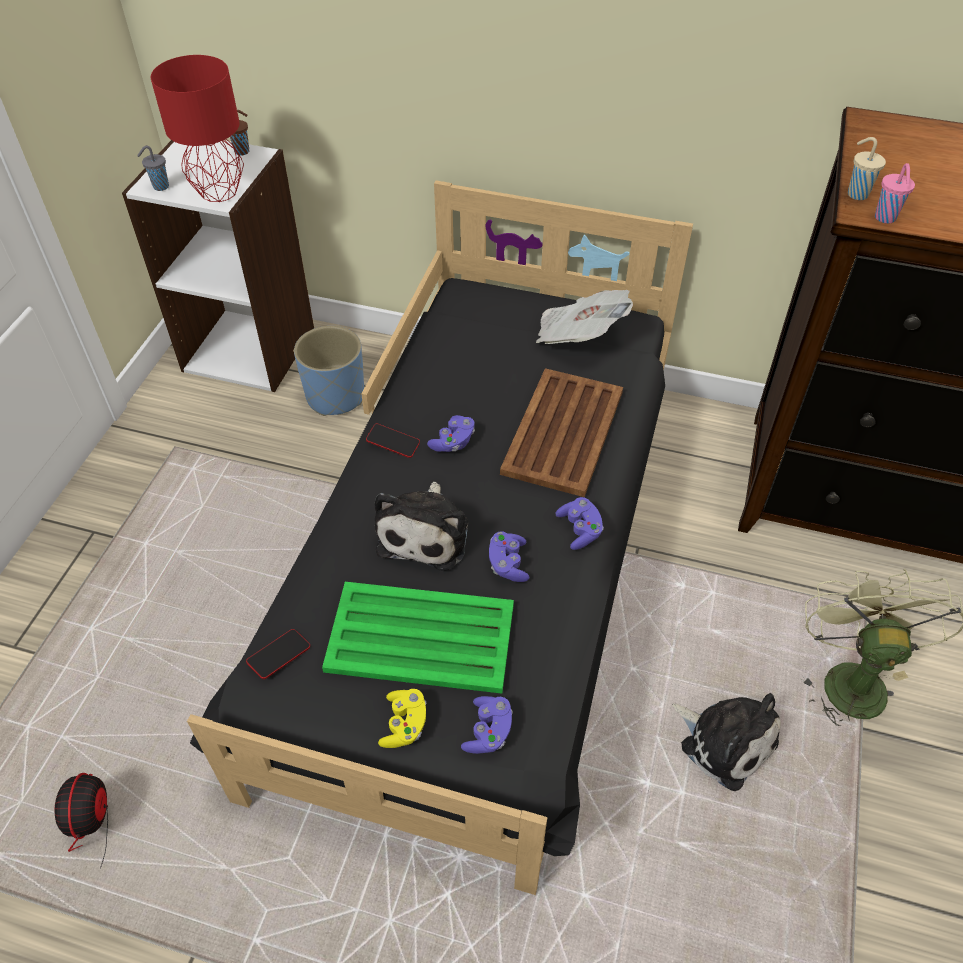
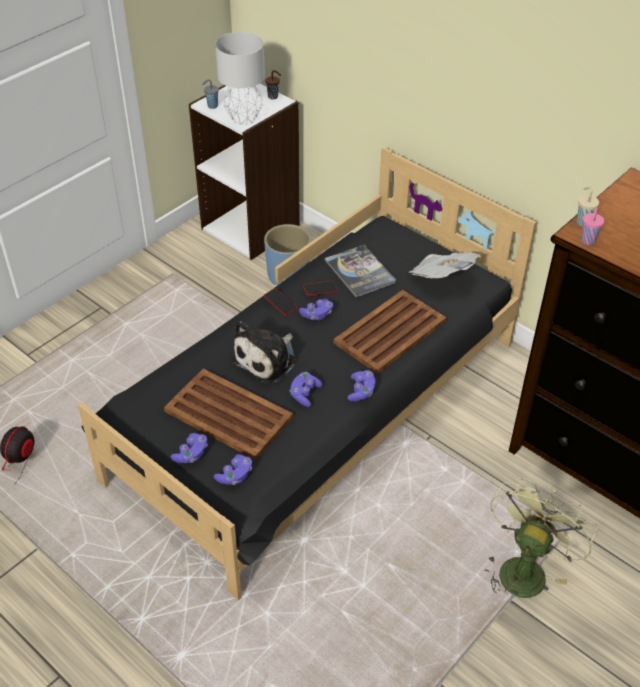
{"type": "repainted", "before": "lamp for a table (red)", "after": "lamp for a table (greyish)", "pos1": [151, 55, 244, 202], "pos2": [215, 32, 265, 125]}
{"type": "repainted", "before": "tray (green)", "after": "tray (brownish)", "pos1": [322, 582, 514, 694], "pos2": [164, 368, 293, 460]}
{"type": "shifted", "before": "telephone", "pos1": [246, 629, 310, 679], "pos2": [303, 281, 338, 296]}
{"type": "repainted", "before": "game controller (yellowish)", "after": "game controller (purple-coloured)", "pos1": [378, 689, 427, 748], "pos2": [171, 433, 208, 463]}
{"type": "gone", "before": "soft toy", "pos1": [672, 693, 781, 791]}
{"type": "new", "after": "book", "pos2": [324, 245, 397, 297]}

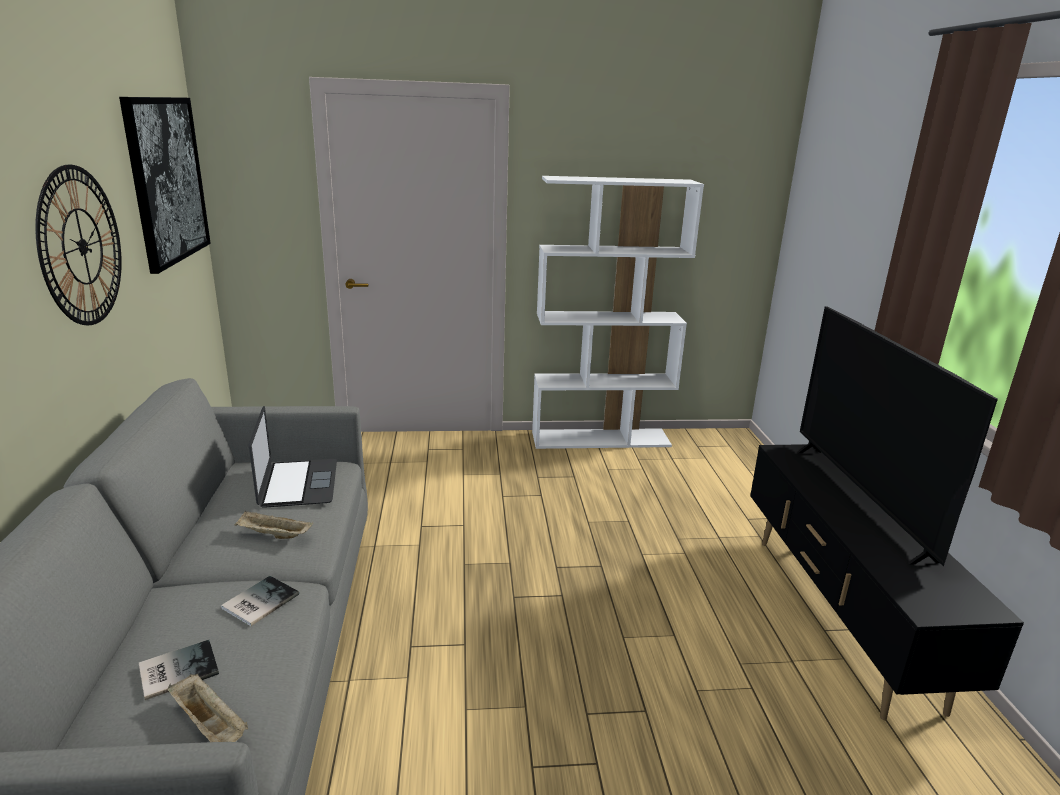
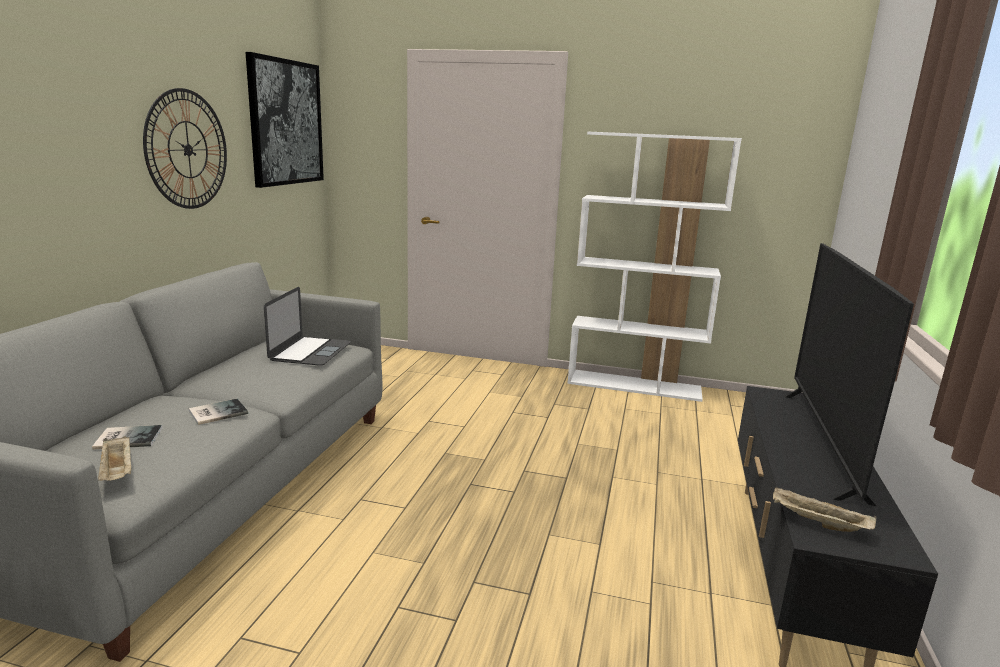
{"type": "shifted", "before": "tray (beige-coloured)", "pos1": [235, 511, 314, 539], "pos2": [773, 486, 877, 532]}

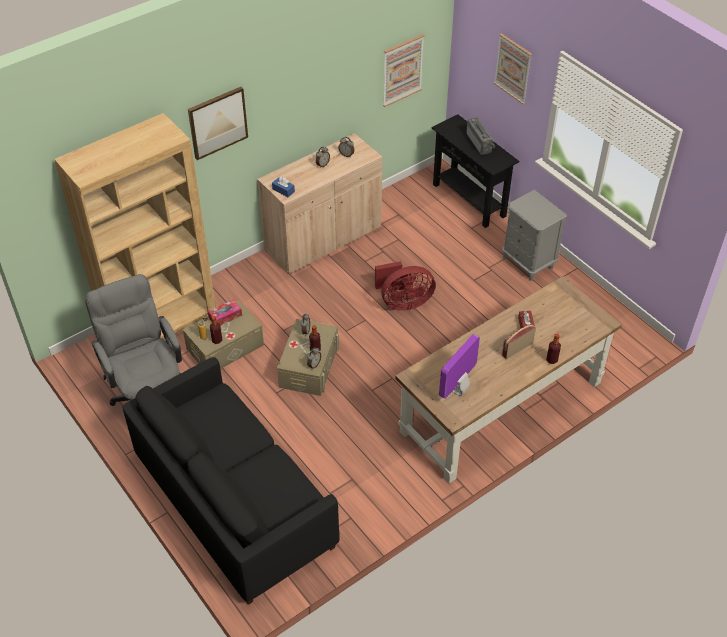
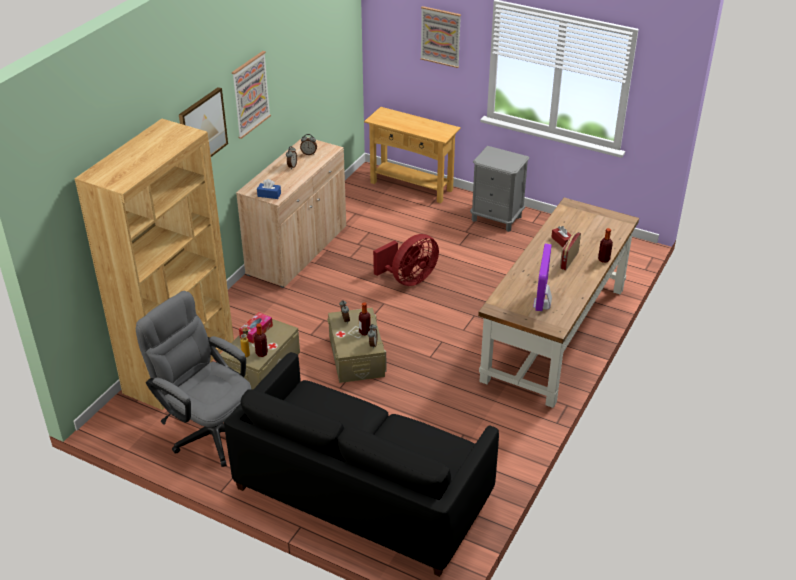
{"type": "shifted", "before": "wall art", "pos1": [383, 34, 425, 107], "pos2": [232, 51, 271, 139]}
{"type": "repainted", "before": "hall table (black)", "after": "hall table (beige-coloured)", "pos1": [431, 114, 519, 228], "pos2": [364, 107, 461, 203]}
{"type": "gone", "before": "radio set", "pos1": [466, 117, 495, 155]}

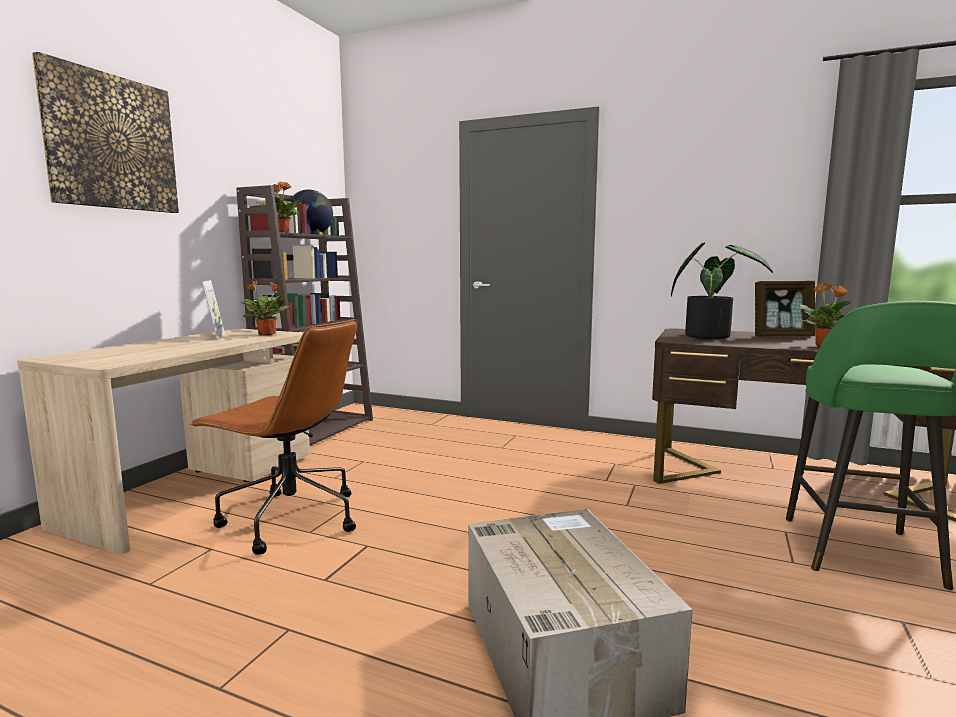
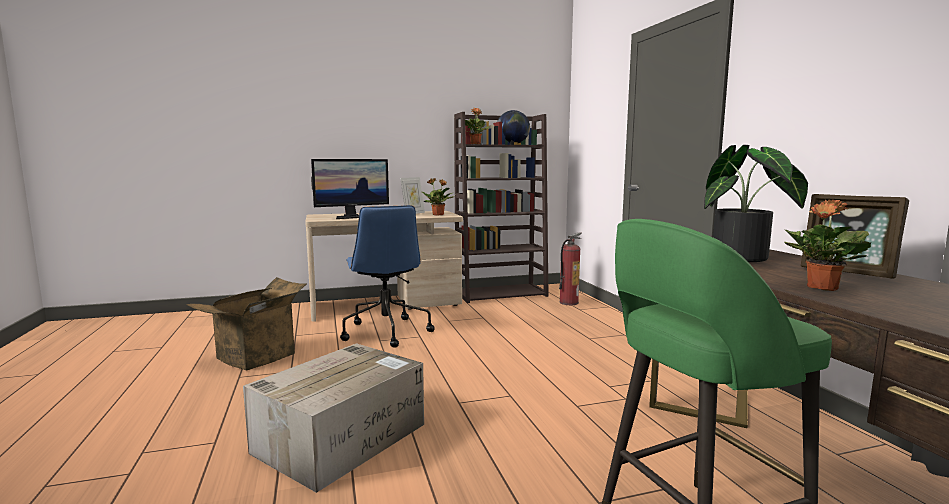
{"type": "gone", "before": "wall art", "pos1": [32, 52, 179, 213]}
{"type": "repainted", "before": "office chair (brownish)", "after": "office chair (blue-coloured)", "pos1": [189, 319, 357, 555], "pos2": [340, 205, 435, 347]}
{"type": "new", "after": "monitor", "pos2": [311, 159, 389, 219]}
{"type": "new", "after": "fire-fighting cylinder", "pos2": [559, 232, 582, 305]}
{"type": "new", "after": "carton", "pos2": [186, 277, 307, 370]}

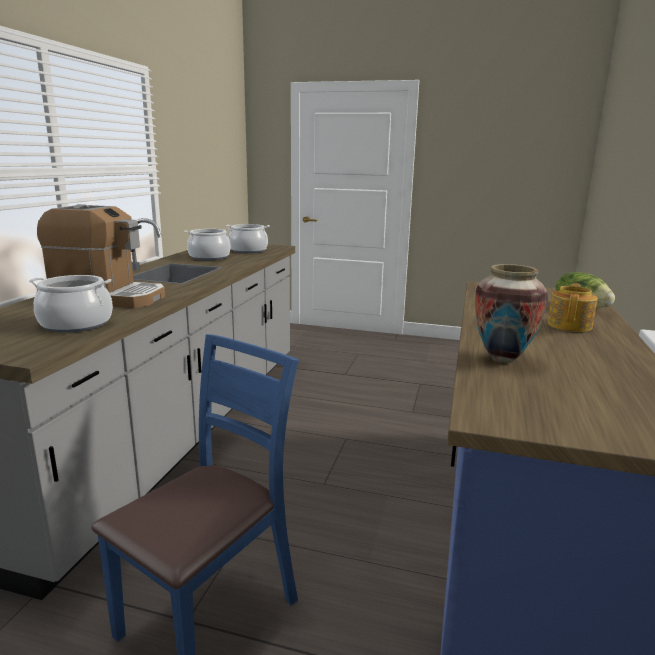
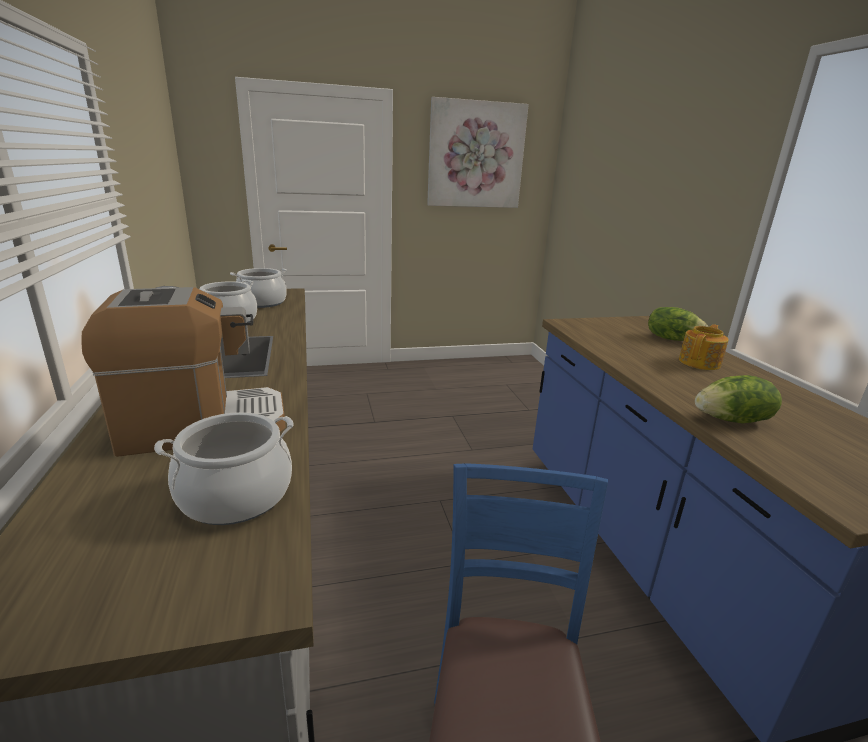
{"type": "swapped", "before": "decorative vase", "after": "lettuce", "pos1": [475, 264, 548, 363], "pos2": [695, 375, 782, 424]}
{"type": "rotated", "before": "pot for tea", "pos1": [547, 283, 598, 332], "pos2": [679, 324, 728, 370], "turn": 45}
{"type": "new", "after": "wall art", "pos2": [427, 97, 529, 208]}

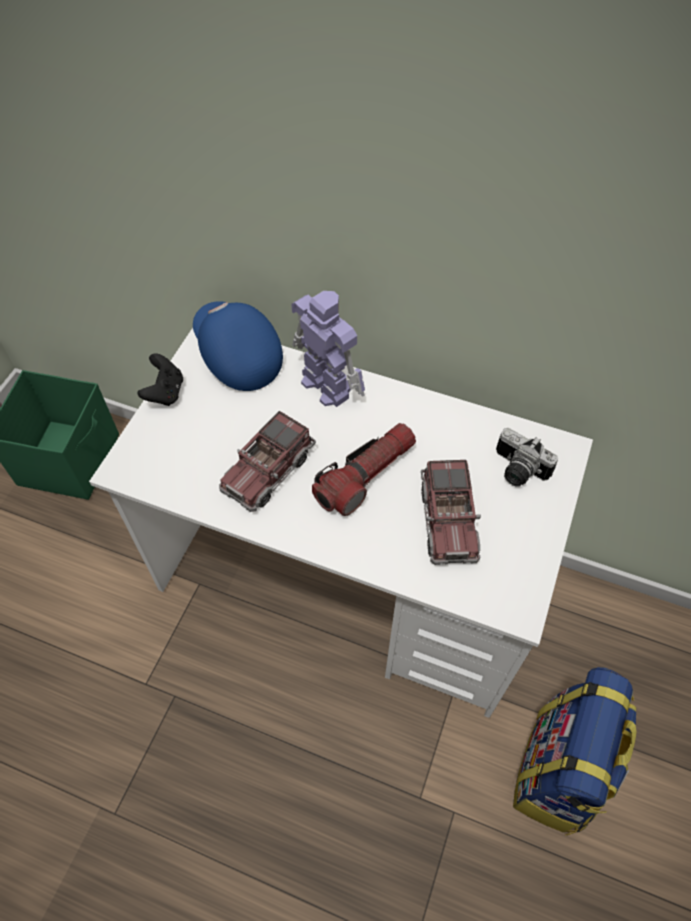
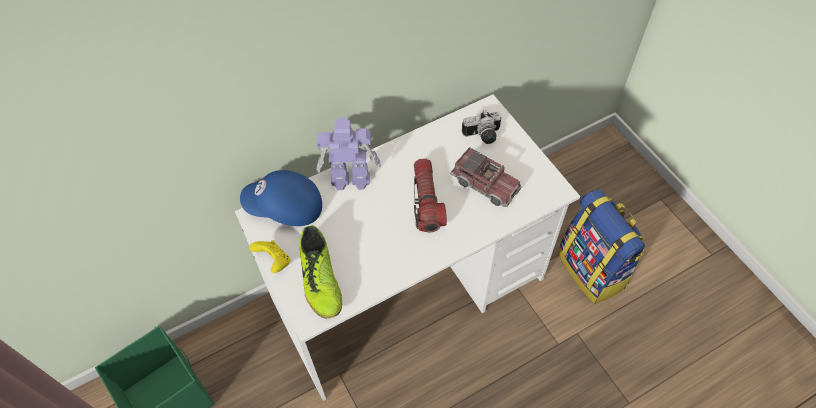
{"type": "repainted", "before": "game controller (black)", "after": "game controller (yellowish)", "pos1": [138, 353, 183, 406], "pos2": [249, 241, 290, 273]}
{"type": "gone", "before": "toy lorry", "pos1": [219, 411, 316, 512]}
{"type": "new", "after": "low shoe", "pos2": [300, 226, 342, 318]}

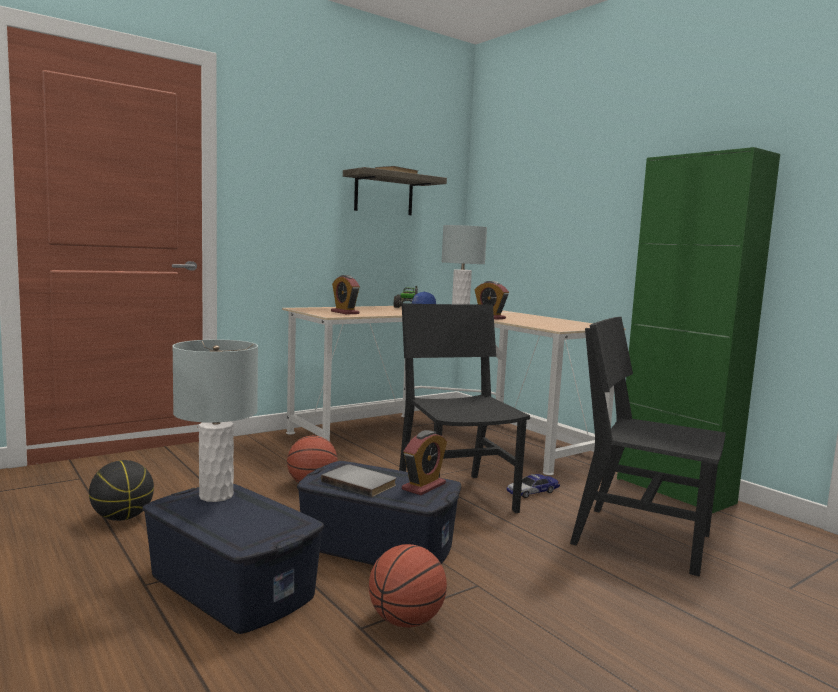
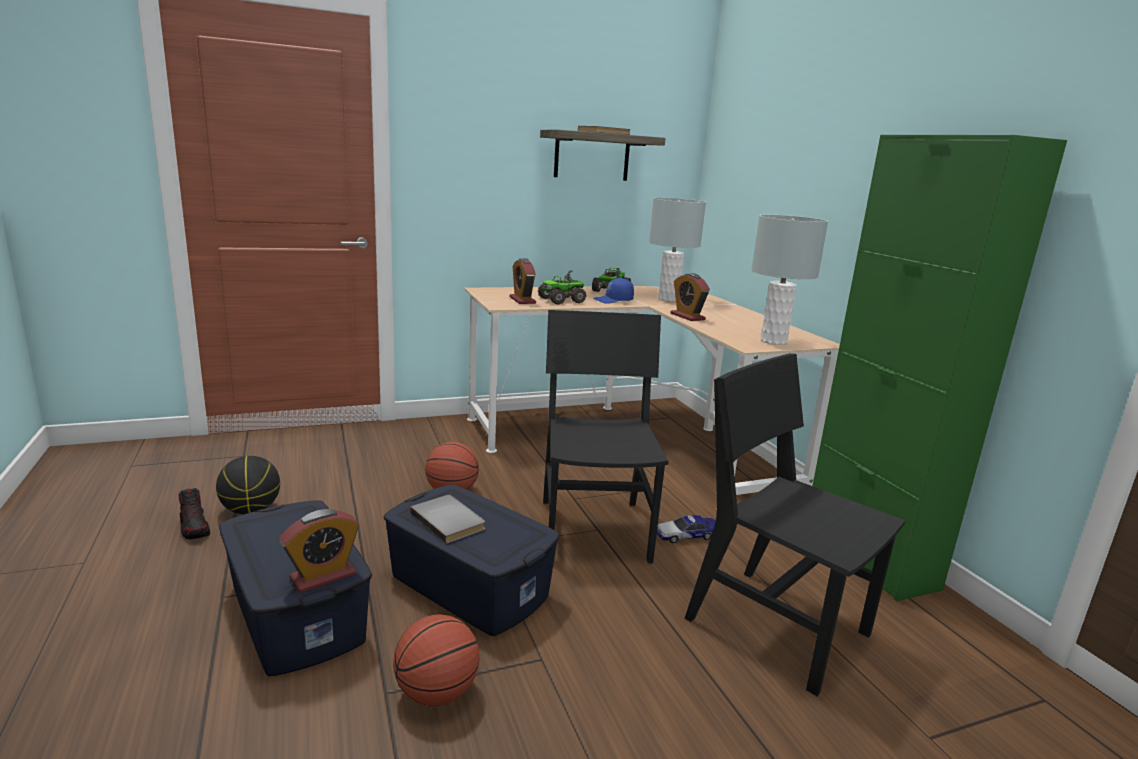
{"type": "shifted", "before": "lamp for a table (greyish)", "pos1": [172, 340, 258, 502], "pos2": [751, 215, 828, 345]}
{"type": "shifted", "before": "table clock", "pos1": [402, 430, 447, 495], "pos2": [279, 509, 359, 593]}
{"type": "new", "after": "toy lorry", "pos2": [538, 270, 586, 305]}
{"type": "new", "after": "low shoe", "pos2": [179, 488, 210, 539]}

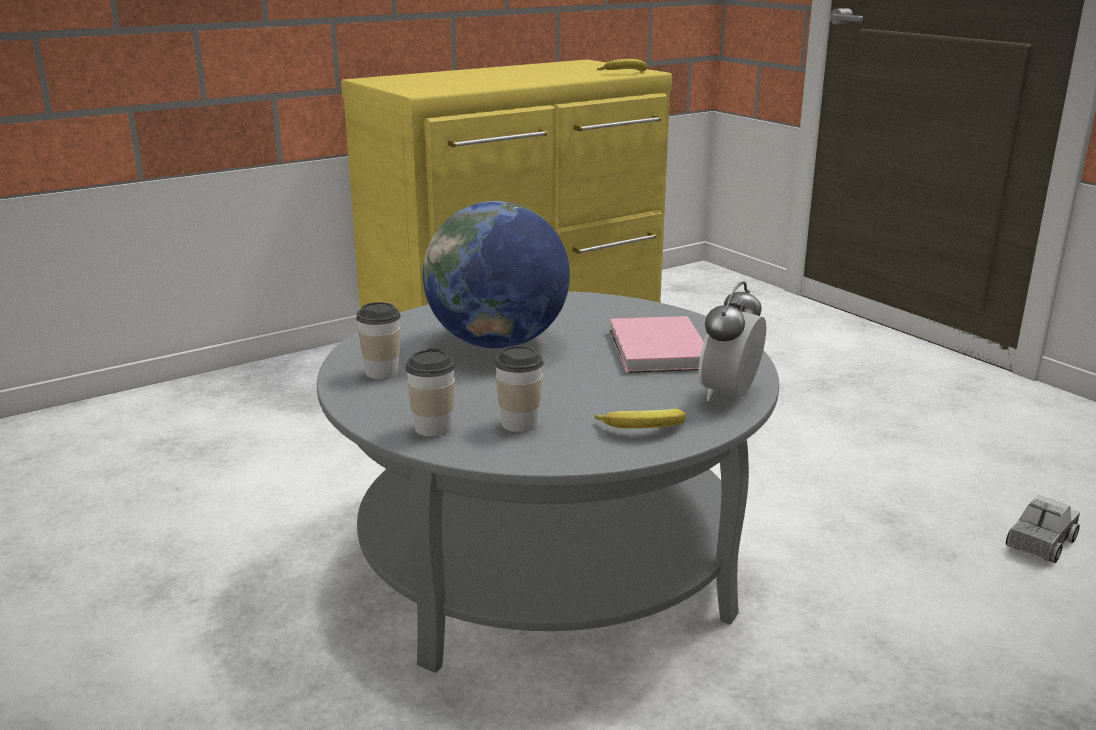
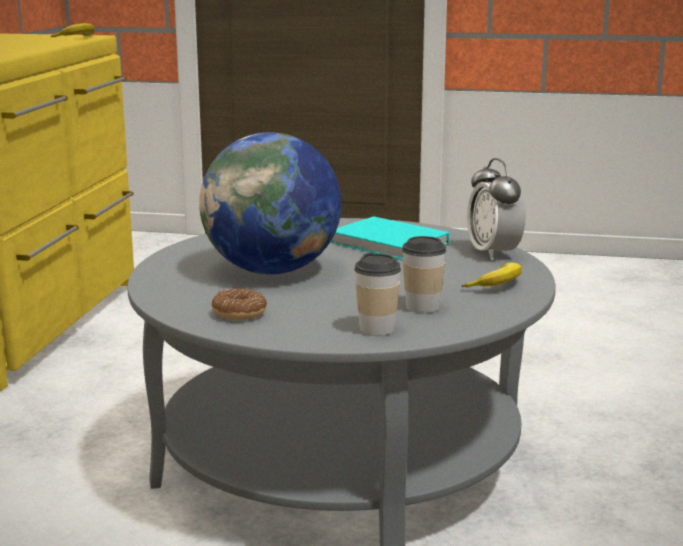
{"type": "swapped", "before": "drinking cup", "after": "ring doughnut", "pos1": [356, 302, 401, 379], "pos2": [212, 288, 267, 320]}
{"type": "repainted", "before": "book (pinkish)", "after": "book (blue-green)", "pos1": [609, 316, 704, 373], "pos2": [330, 216, 449, 260]}
{"type": "gone", "before": "toy lorry", "pos1": [1006, 495, 1080, 563]}

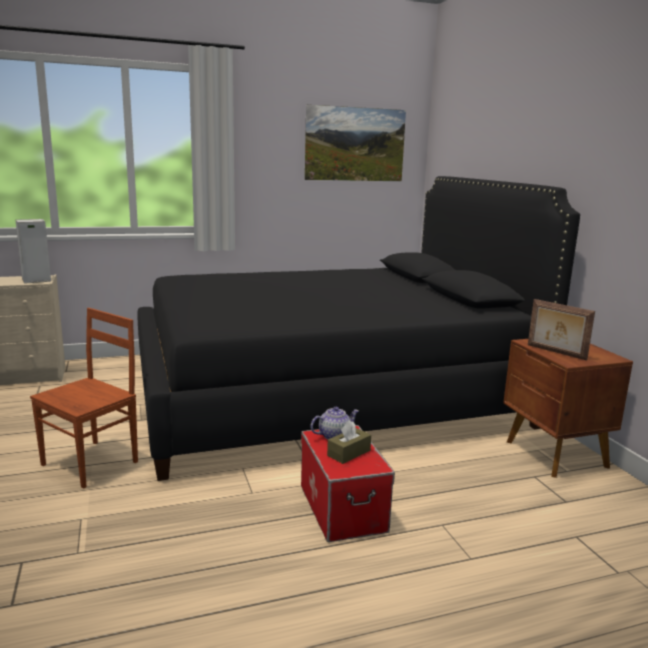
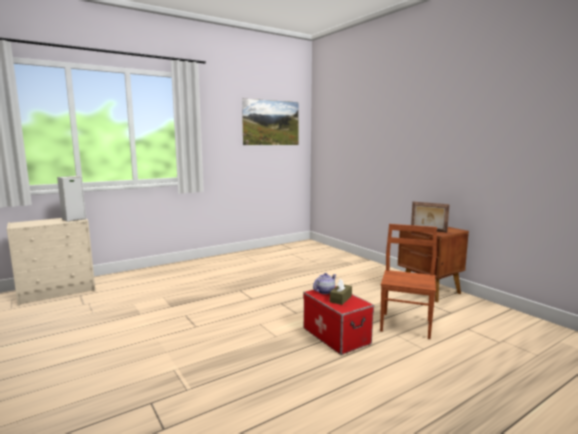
{"type": "gone", "before": "bedroom bed (black)", "pos1": [137, 176, 580, 481]}
{"type": "shifted", "before": "plain chair (brownish)", "pos1": [30, 308, 138, 489], "pos2": [380, 224, 437, 339]}

